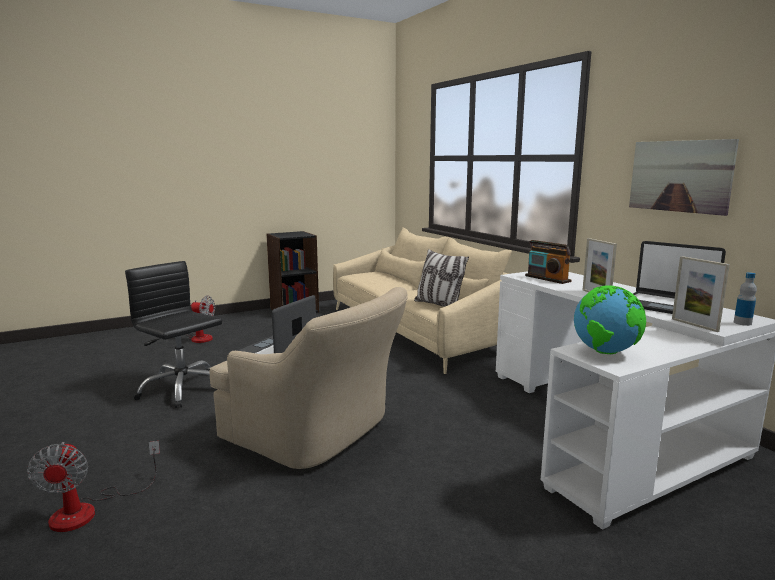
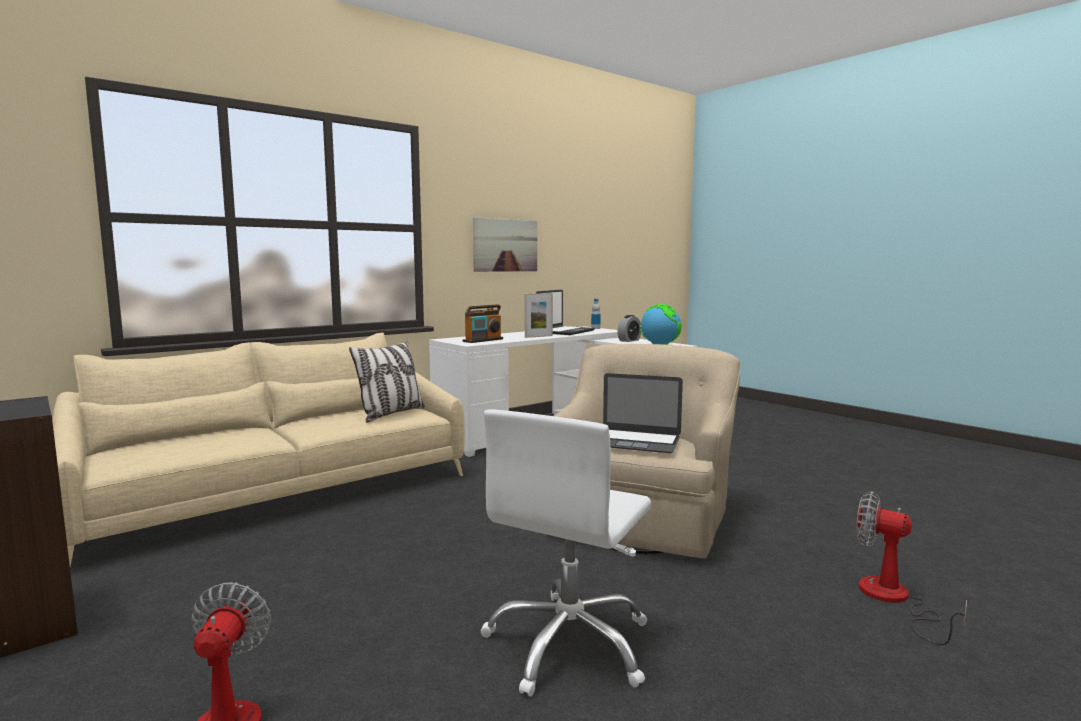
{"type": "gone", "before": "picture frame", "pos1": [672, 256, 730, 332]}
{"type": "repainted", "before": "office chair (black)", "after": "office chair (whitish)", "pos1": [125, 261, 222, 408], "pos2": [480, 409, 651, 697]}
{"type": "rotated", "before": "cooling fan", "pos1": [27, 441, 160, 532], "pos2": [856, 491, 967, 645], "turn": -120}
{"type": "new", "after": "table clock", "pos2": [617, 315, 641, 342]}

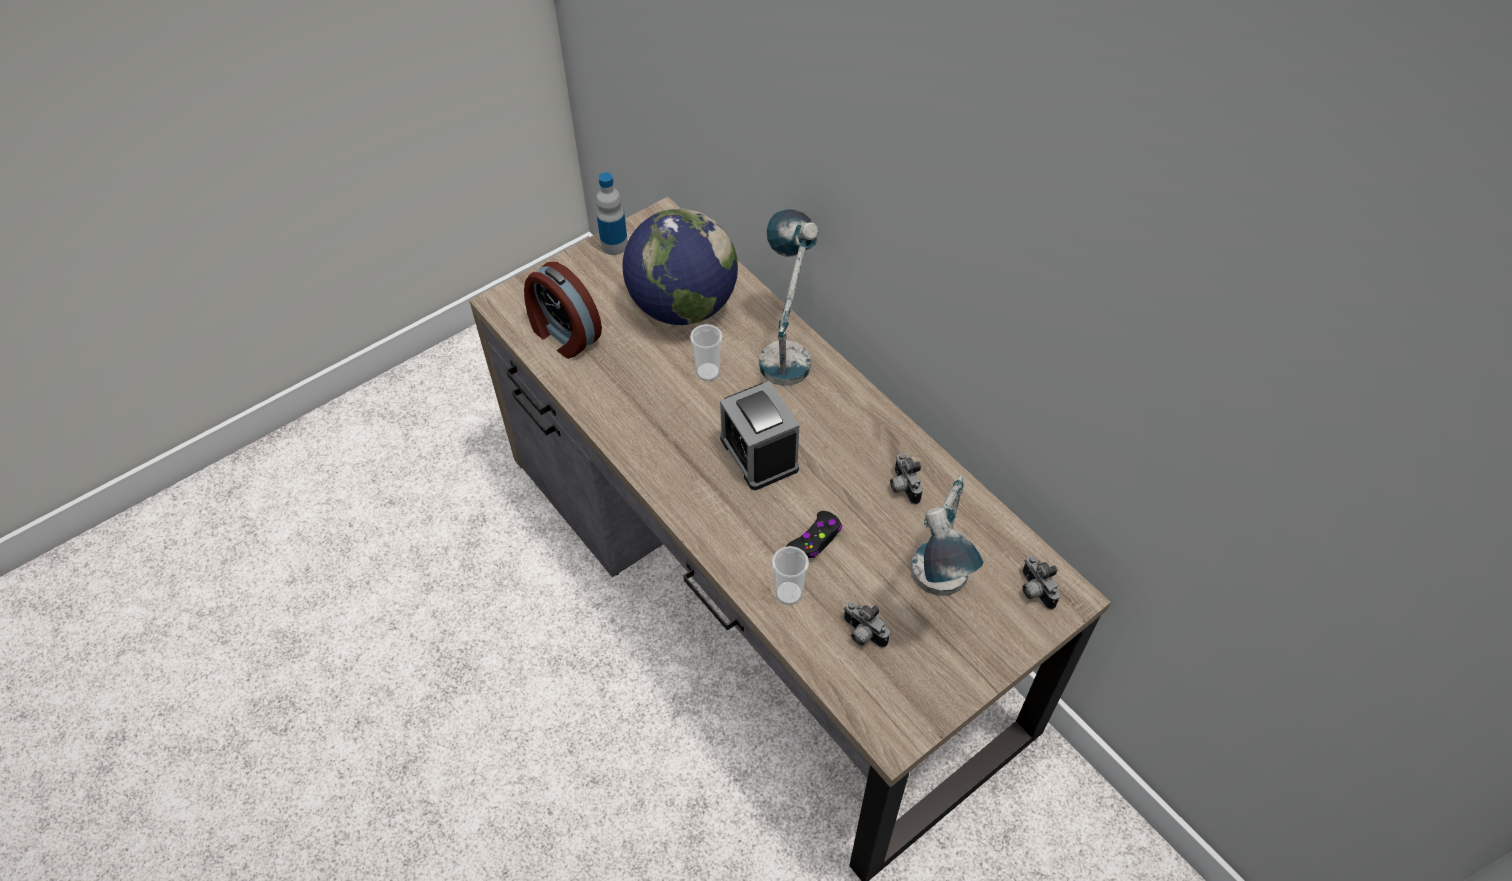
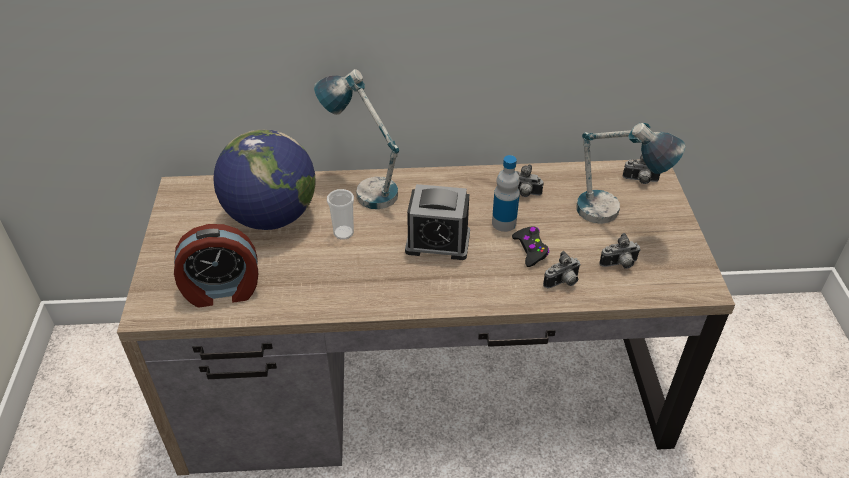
{"type": "shifted", "before": "bottle", "pos1": [596, 172, 628, 255], "pos2": [492, 155, 520, 232]}
{"type": "swapped", "before": "drinking cup", "after": "still camera", "pos1": [772, 546, 809, 605], "pos2": [543, 251, 581, 288]}

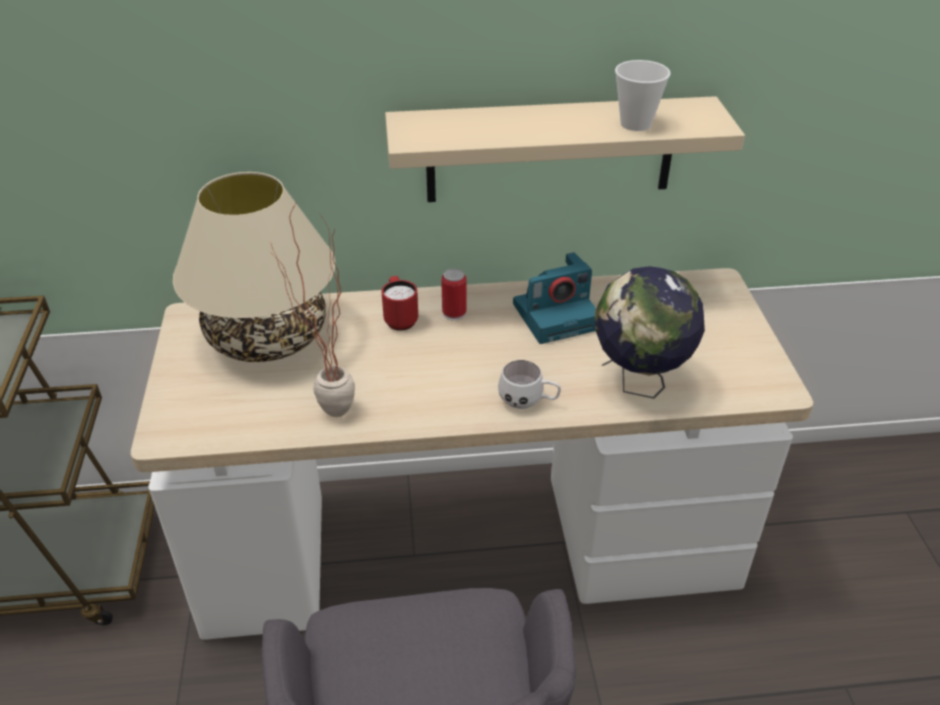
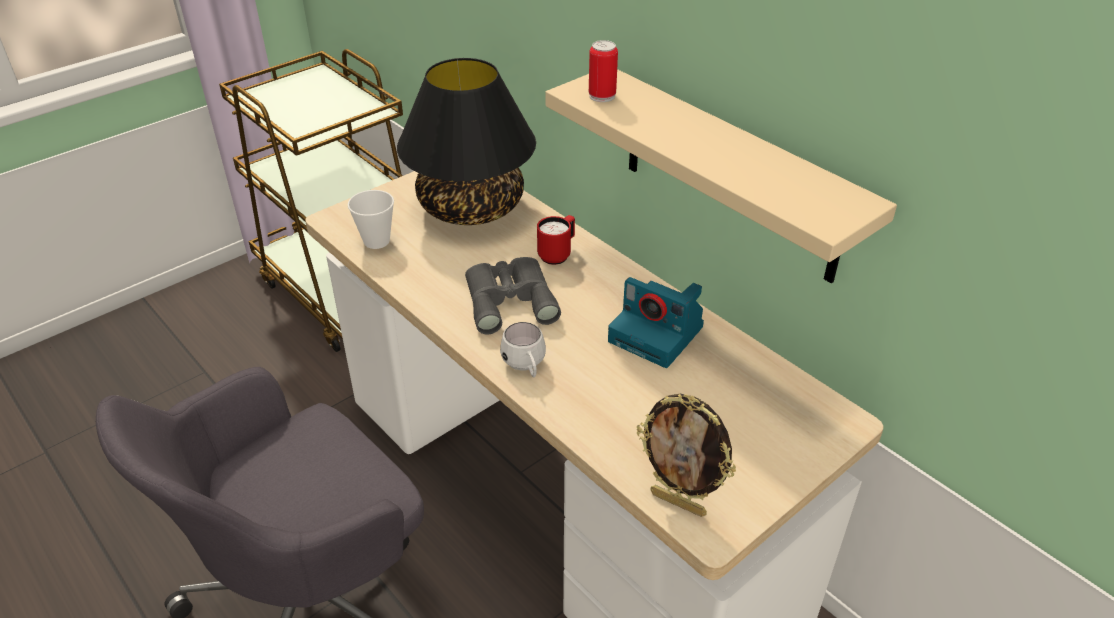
{"type": "shifted", "before": "drinking cup", "pos1": [615, 60, 671, 131], "pos2": [348, 190, 394, 249]}
{"type": "repainted", "before": "lamp for a table (beige-coloured)", "after": "lamp for a table (black)", "pos1": [173, 172, 336, 362], "pos2": [397, 58, 536, 225]}
{"type": "gone", "before": "plant in a pot", "pos1": [270, 204, 355, 417]}
{"type": "gone", "before": "globe", "pos1": [595, 266, 705, 399]}
{"type": "shifted", "before": "can", "pos1": [441, 269, 467, 321], "pos2": [589, 40, 618, 102]}
{"type": "new", "after": "pair of binoculars (greyish)", "pos2": [465, 257, 561, 334]}
{"type": "new", "after": "picture frame", "pos2": [637, 394, 736, 517]}

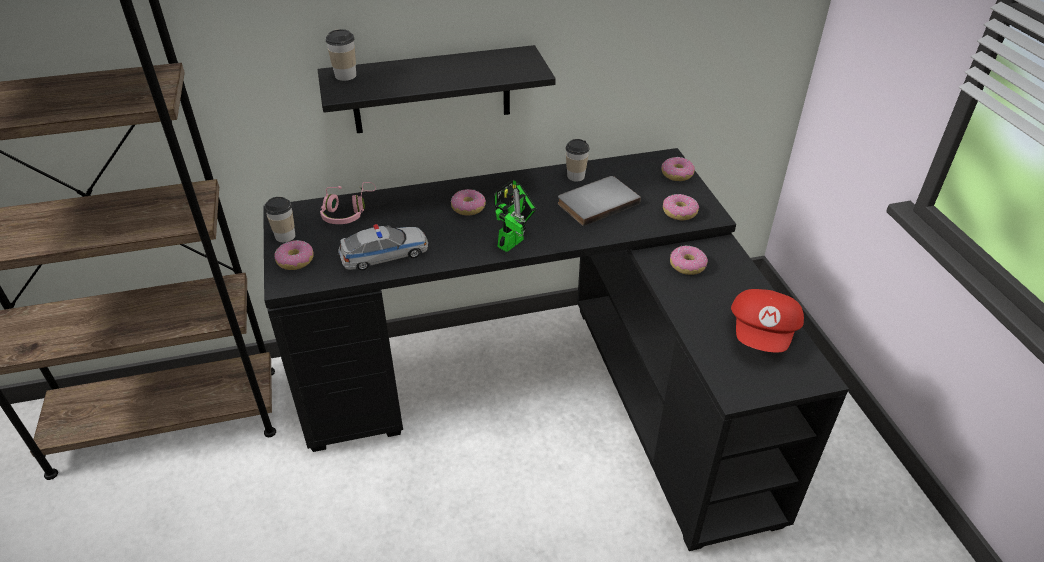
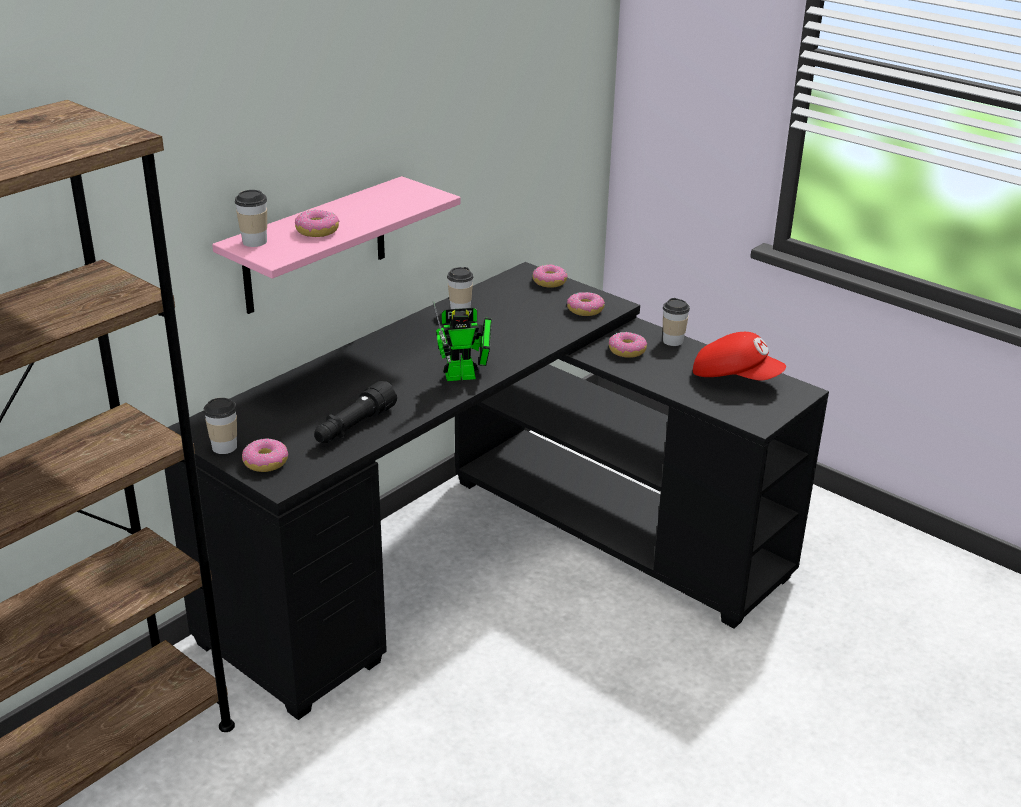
{"type": "repainted", "before": "bracket shelf (black)", "after": "bracket shelf (pinkish)", "pos1": [318, 45, 556, 133], "pos2": [212, 176, 461, 314]}
{"type": "gone", "before": "book (greyish)", "pos1": [558, 176, 641, 226]}
{"type": "rotated", "before": "toy robot", "pos1": [494, 180, 537, 252], "pos2": [433, 301, 492, 381], "turn": 75}
{"type": "gone", "before": "headset (pinkish)", "pos1": [320, 182, 376, 224]}
{"type": "shifted", "before": "ring doughnut", "pos1": [450, 189, 486, 215], "pos2": [295, 210, 340, 237]}
{"type": "swapped", "before": "model car", "after": "torch (black)", "pos1": [338, 224, 428, 270], "pos2": [314, 381, 397, 443]}
{"type": "rotated", "before": "baseball cap (red)", "pos1": [731, 289, 804, 352], "pos2": [693, 332, 786, 381], "turn": -45}
{"type": "new", "after": "drinking cup", "pos2": [663, 298, 690, 346]}

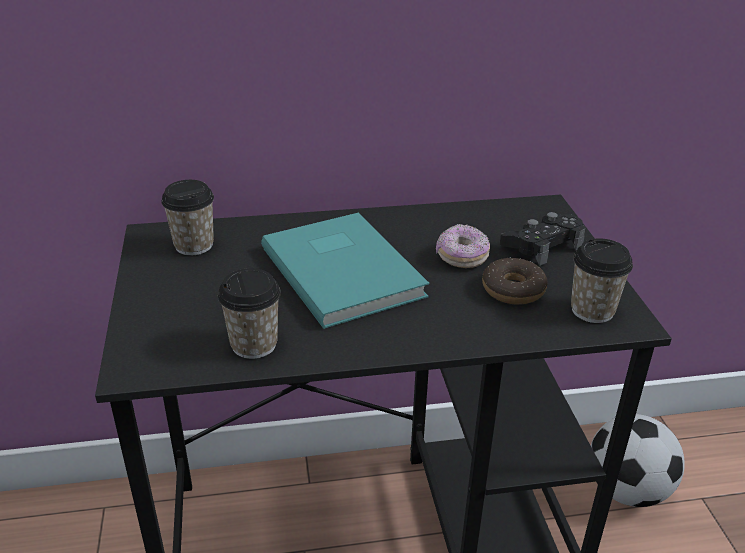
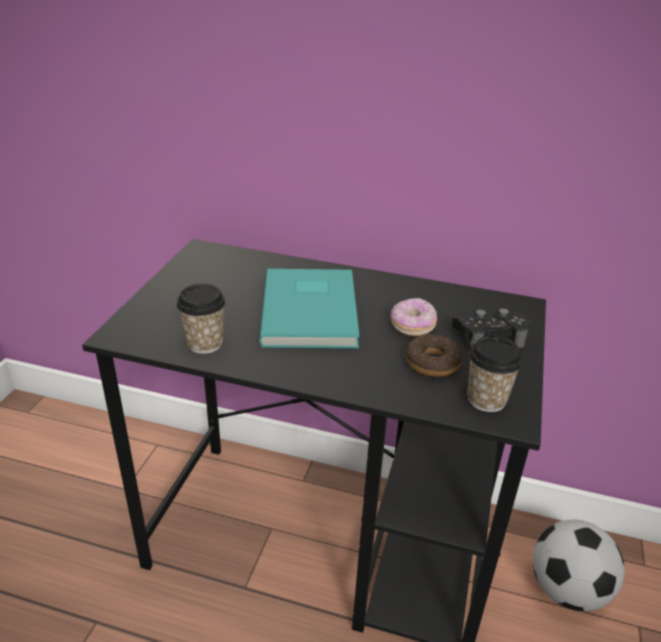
{"type": "gone", "before": "drinking cup", "pos1": [161, 180, 214, 255]}

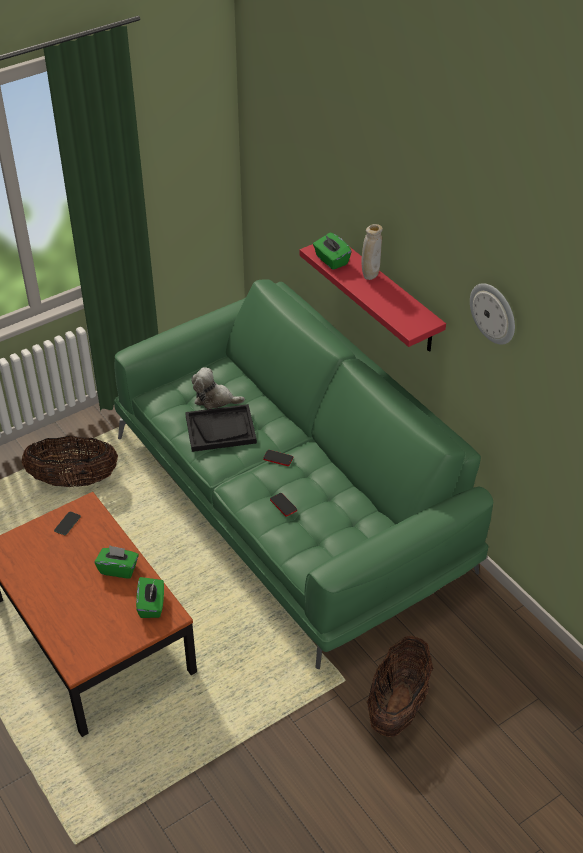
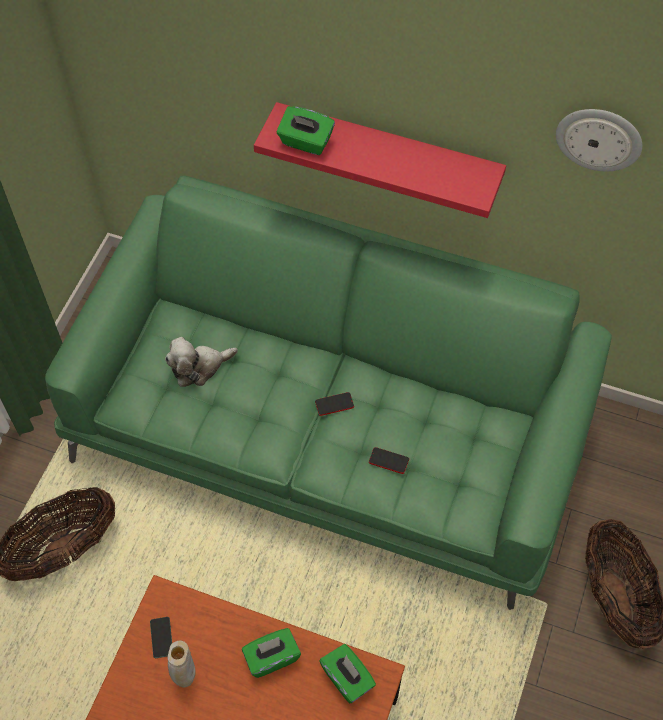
{"type": "shifted", "before": "decorative vase (beige-coloured)", "pos1": [361, 224, 383, 280], "pos2": [167, 641, 196, 688]}
{"type": "gone", "before": "tray (black)", "pos1": [185, 404, 257, 452]}

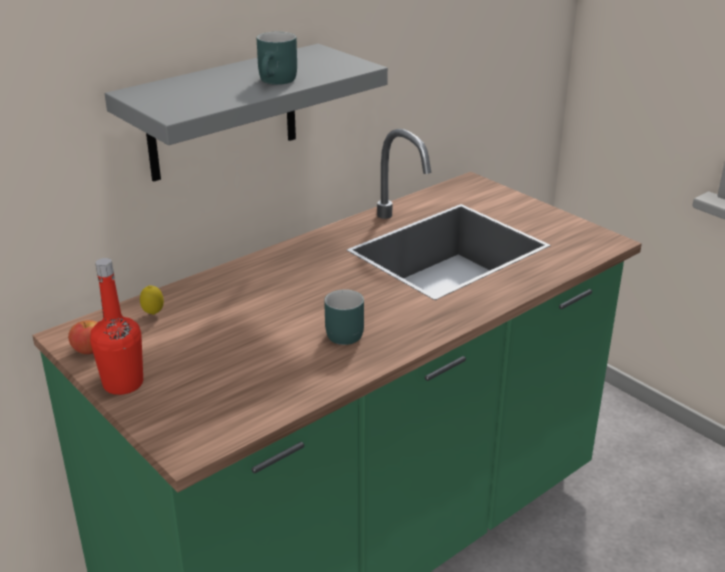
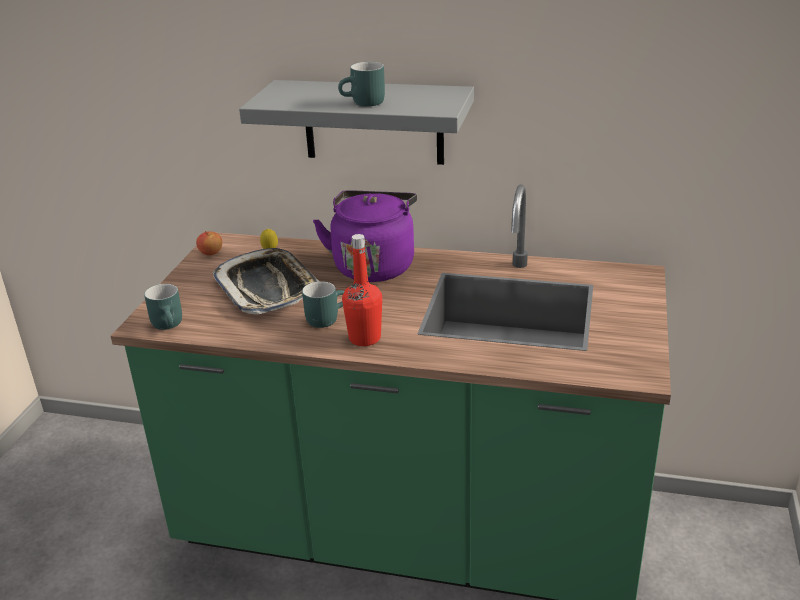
{"type": "shifted", "before": "bottle (red)", "pos1": [90, 258, 143, 395], "pos2": [342, 234, 382, 346]}
{"type": "new", "after": "water kettle (purple-coloured)", "pos2": [313, 190, 417, 282]}
{"type": "new", "after": "tray", "pos2": [212, 248, 319, 315]}
{"type": "new", "after": "mug (blue-green)", "pos2": [144, 284, 182, 330]}

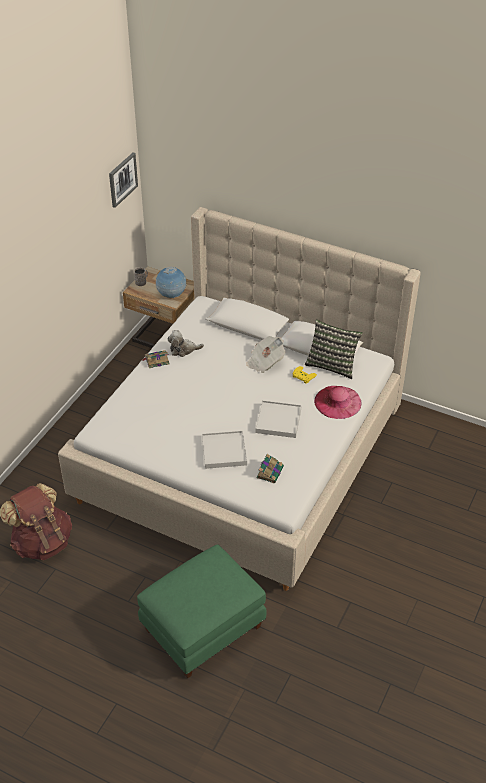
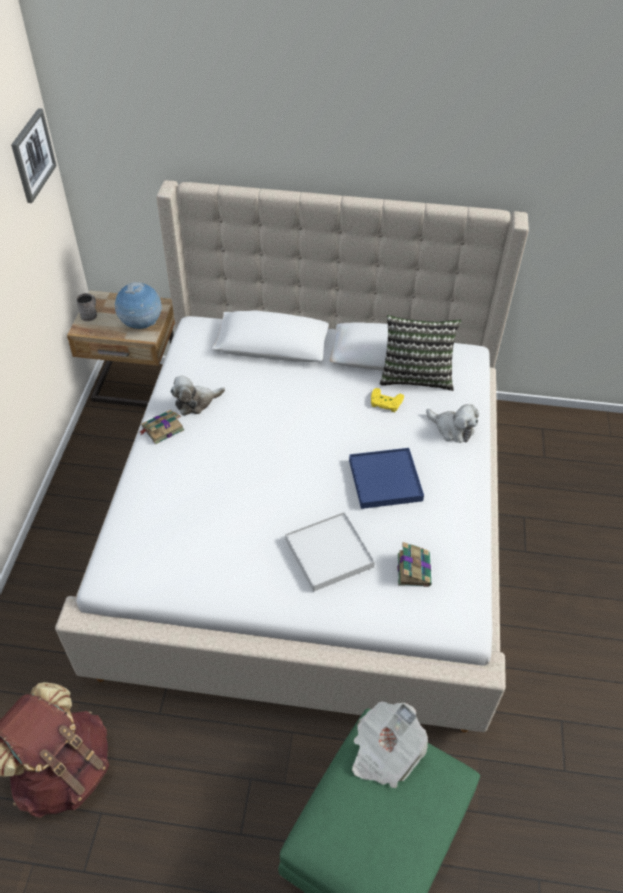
{"type": "shifted", "before": "daily paper", "pos1": [246, 336, 285, 373], "pos2": [352, 701, 428, 788]}
{"type": "swapped", "before": "wearable hat (pinkish)", "after": "soft toy", "pos1": [314, 386, 361, 419], "pos2": [426, 404, 479, 443]}
{"type": "repainted", "before": "tray (whitish)", "after": "tray (blue-coloured)", "pos1": [256, 400, 302, 438], "pos2": [349, 448, 424, 509]}

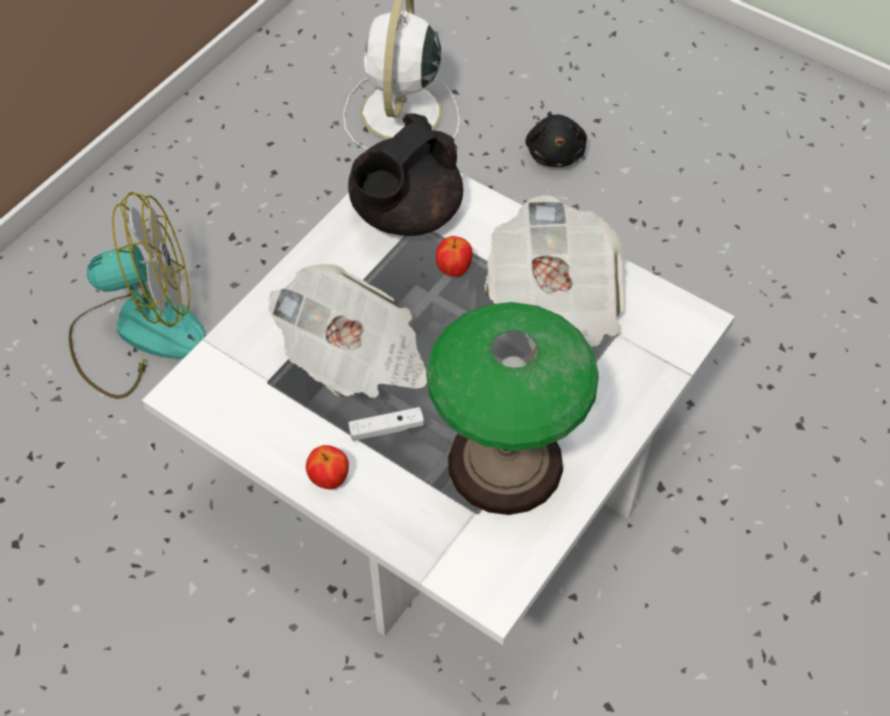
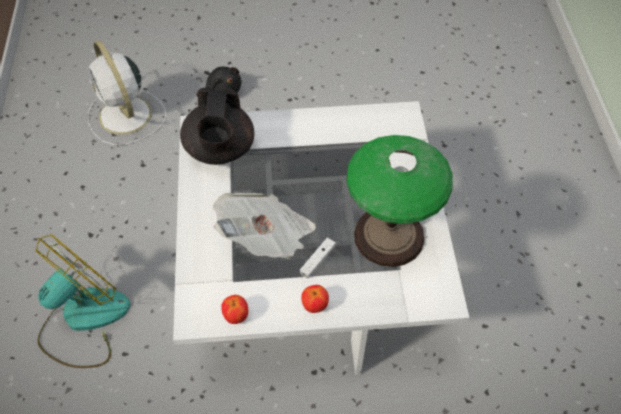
{"type": "gone", "before": "daily paper", "pos1": [484, 195, 624, 358]}
{"type": "shifted", "before": "apple", "pos1": [436, 236, 473, 277], "pos2": [221, 295, 248, 324]}

